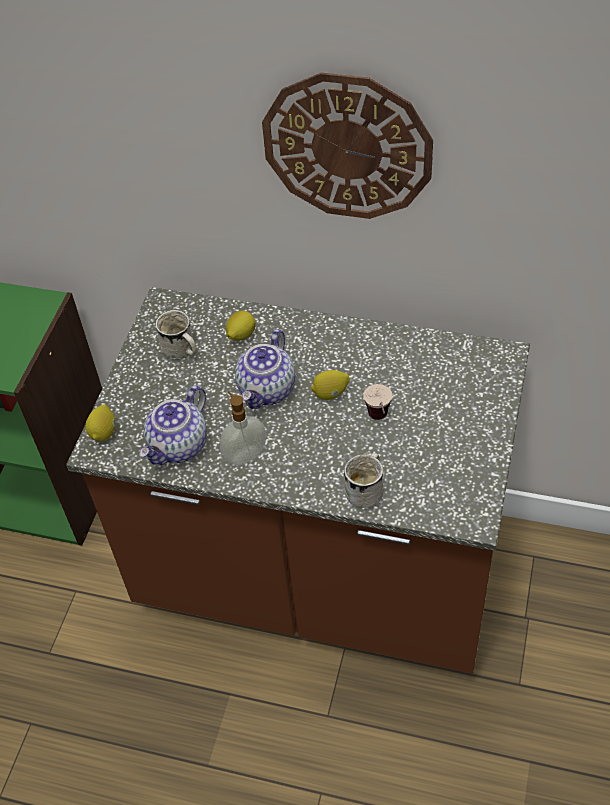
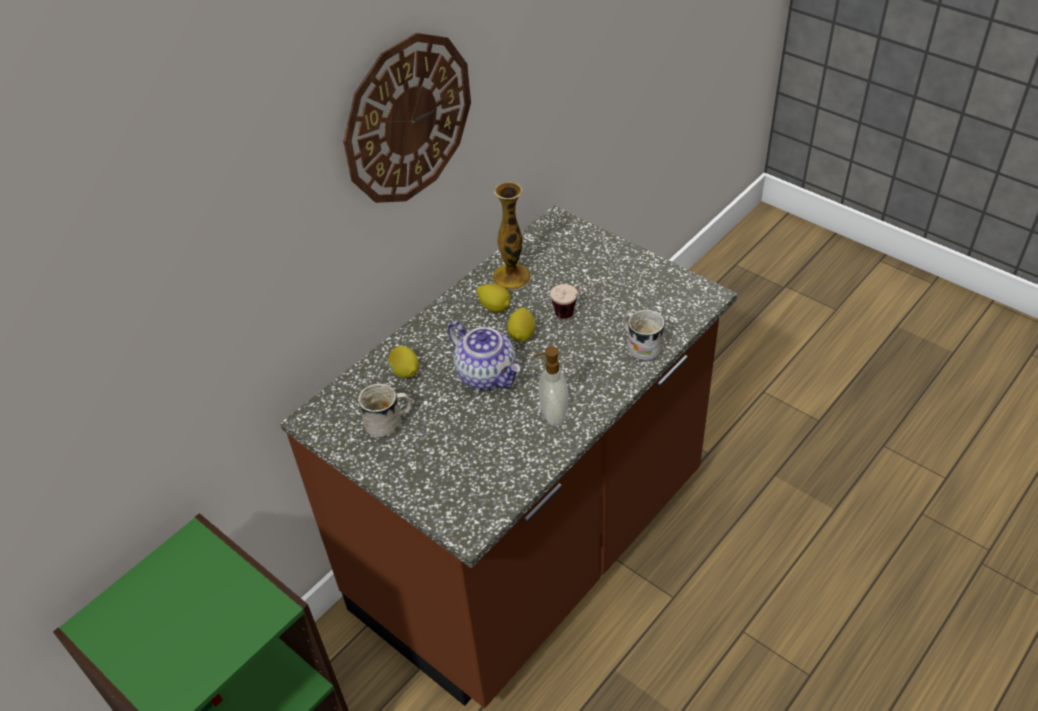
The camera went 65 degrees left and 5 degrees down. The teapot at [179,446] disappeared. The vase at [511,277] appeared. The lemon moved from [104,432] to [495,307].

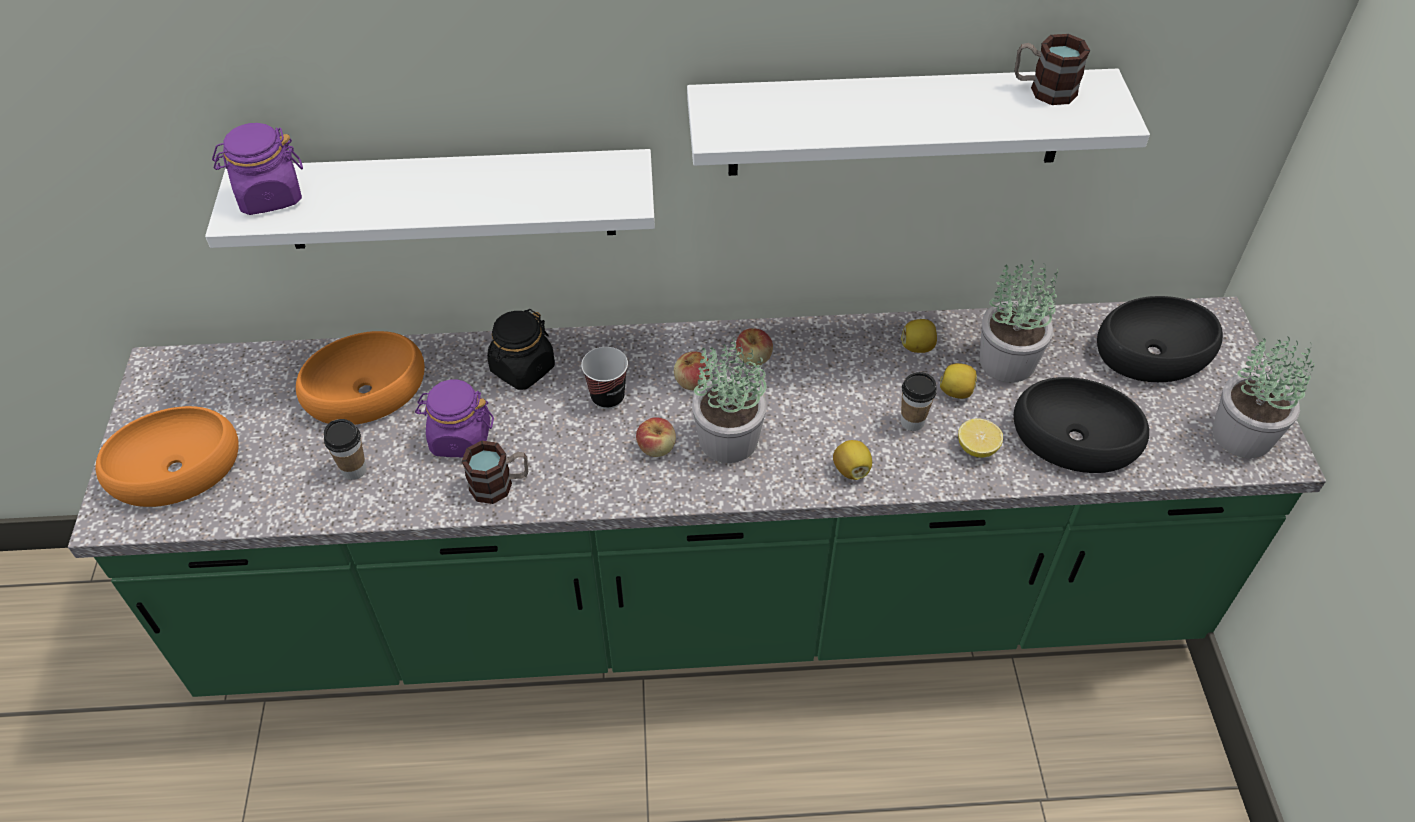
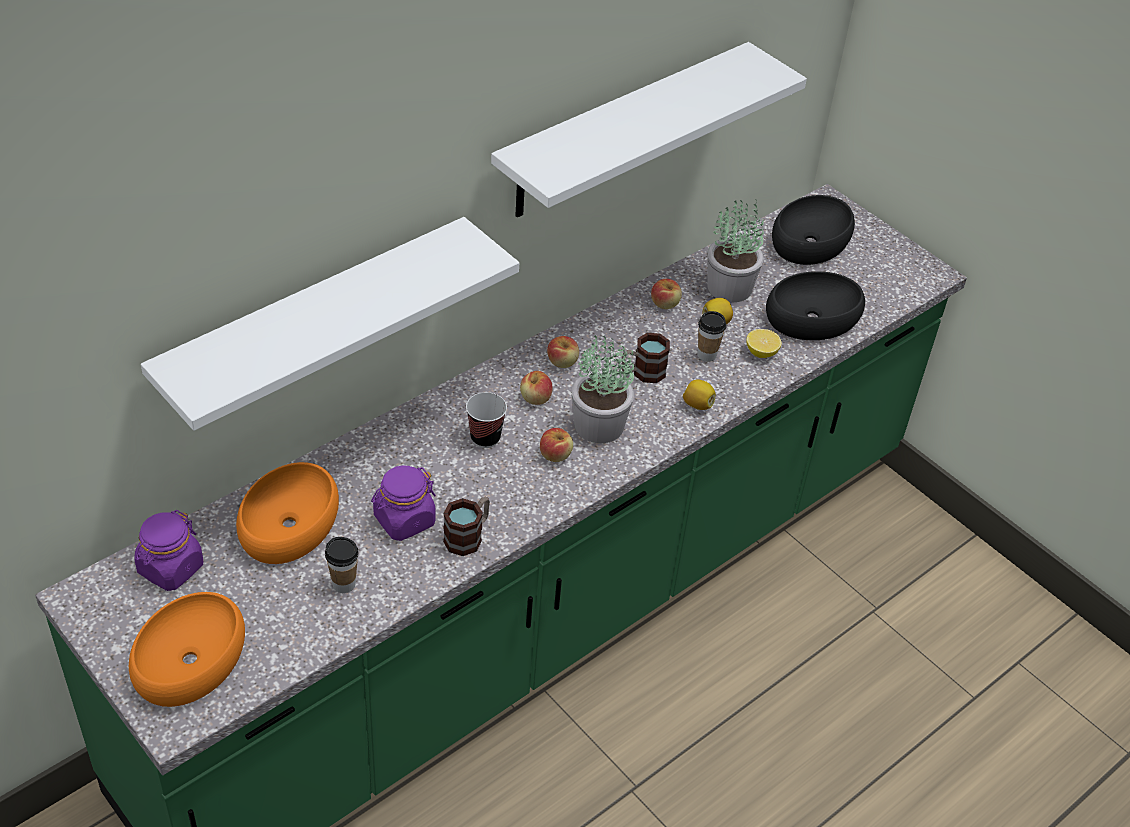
The camera went 40 degrees left and 5 degrees down. The black jar at [522,369] disappeared. The potted plant at [1243,436] disappeared. The purple jar moved from [269,196] to [170,569]. The mug moved from [1043,89] to [642,373]. The lemon at [918,347] was replaced by the apple at [665,303].

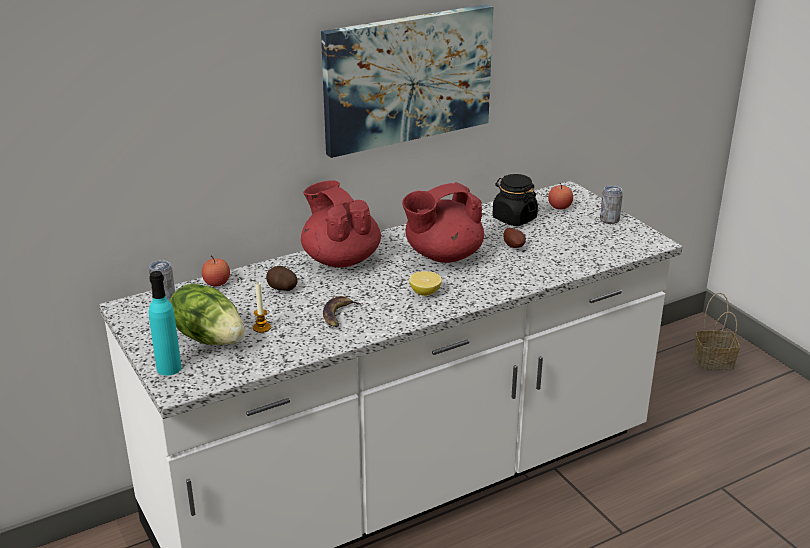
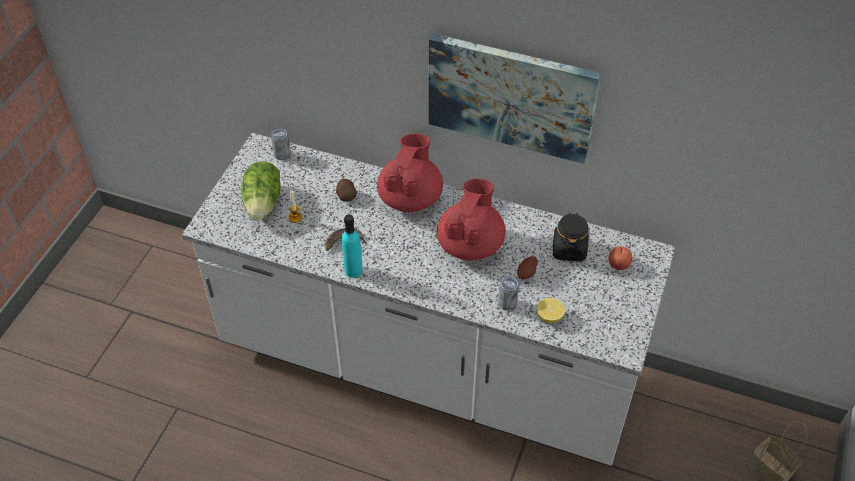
The camera went 50 degrees right and 20 degrees up. The apple at [217,283] disappeared. The turquoise bottle moved from [169,368] to [353,270]. The lemon moved from [425,292] to [549,316]. The can moved from [609,220] to [507,303]. The red teapot at [442,255] turned 90 degrees clockwise.

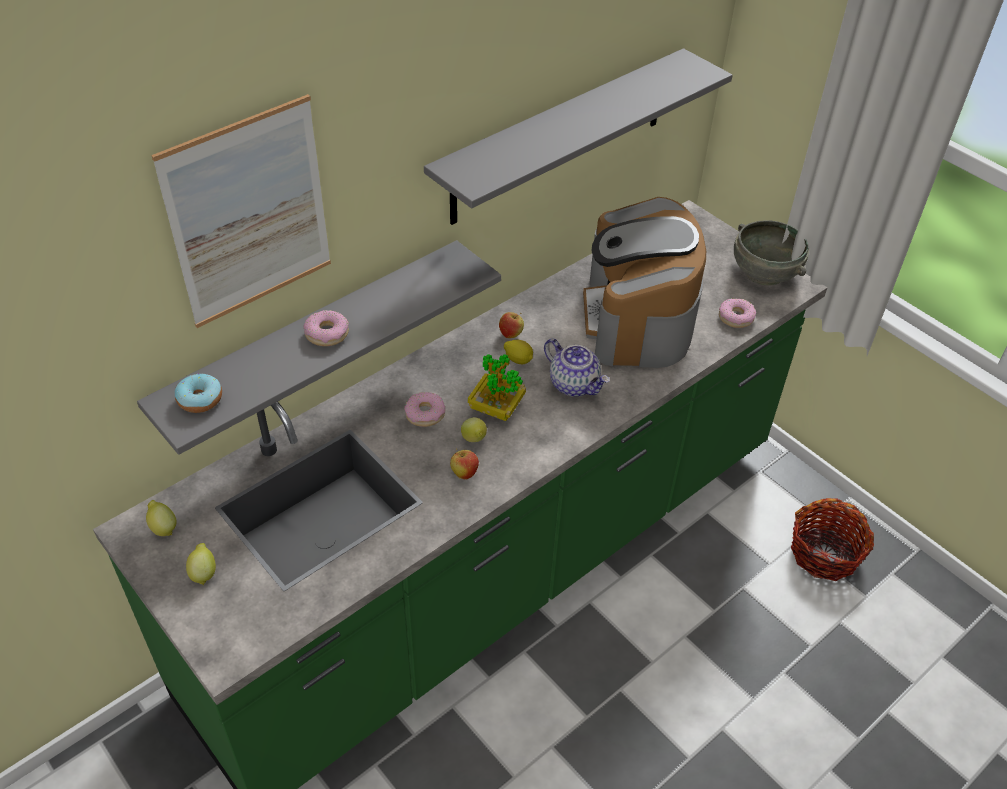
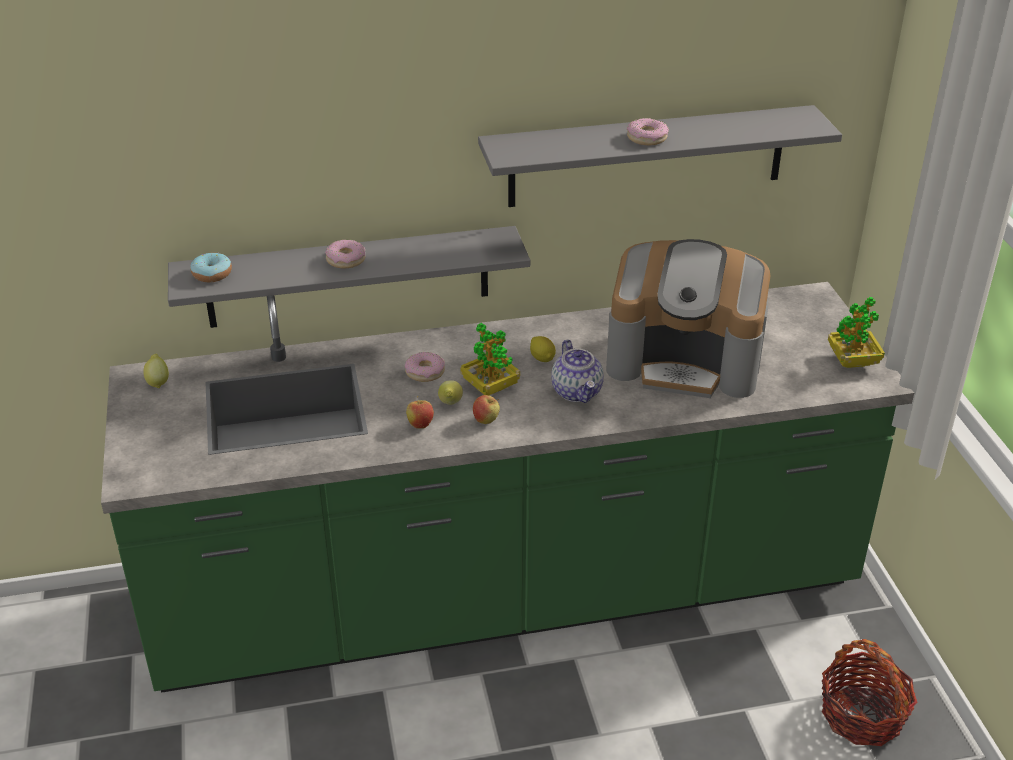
The camera went 30 degrees right and 10 degrees down. The picture at [249,214] disappeared. The lemon at [204,573] disappeared. The apple moved from [511,334] to [486,421]. The donut moved from [735,317] to [647,138]. The grey bowl at [763,273] was replaced by the potted plant at [852,361]. The coffee machine at [638,318] turned 105 degrees counterclockwise.

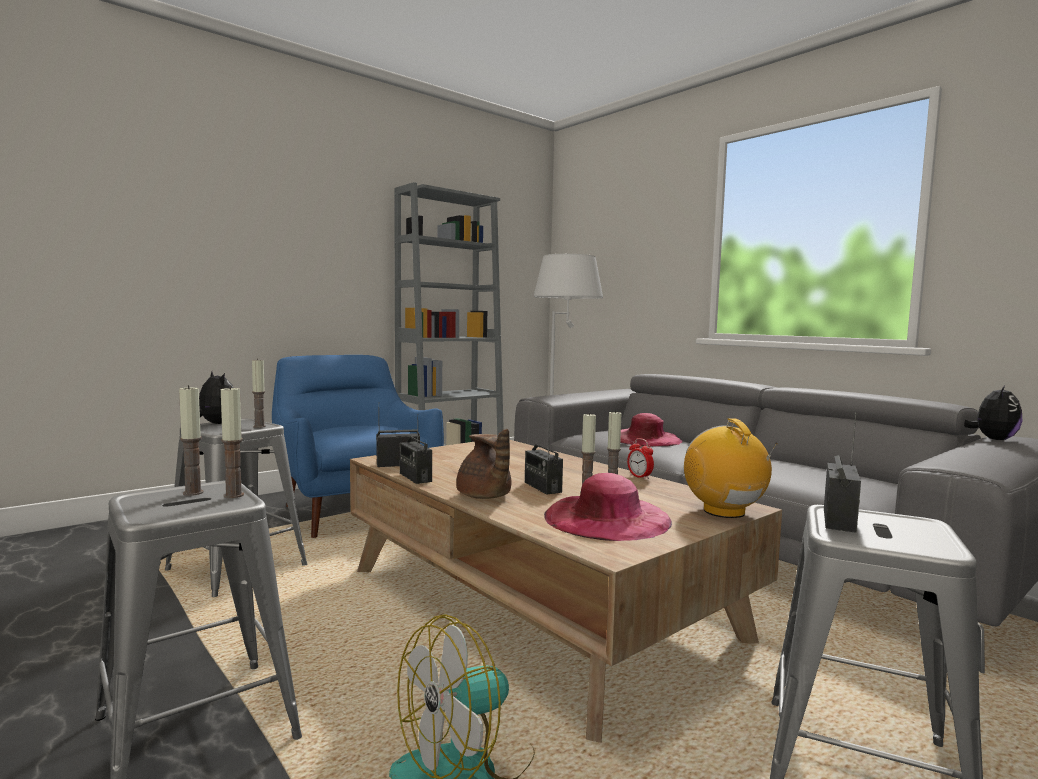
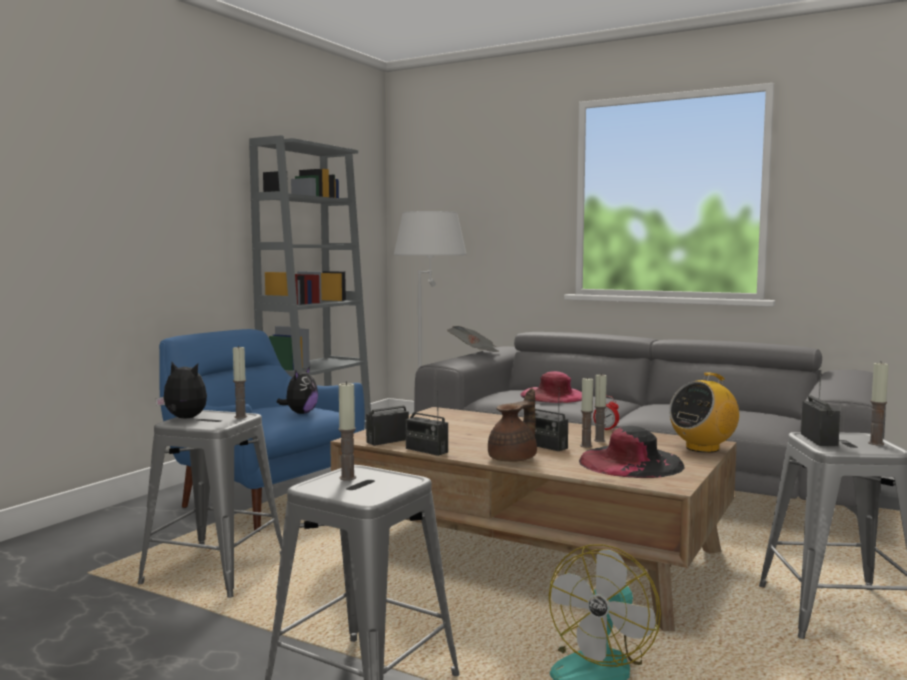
The camera went 20 degrees left and 0 degrees up. The newspaper at [474,353] appeared. The candle moved from [233,495] to [875,443]. The plush toy moved from [993,439] to [300,413]. The pink hat at [607,518] became the black hat at [631,463]. The brown teapot at [484,496] turned 90 degrees counterclockwise. The radio at [724,512] turned 90 degrees counterclockwise.

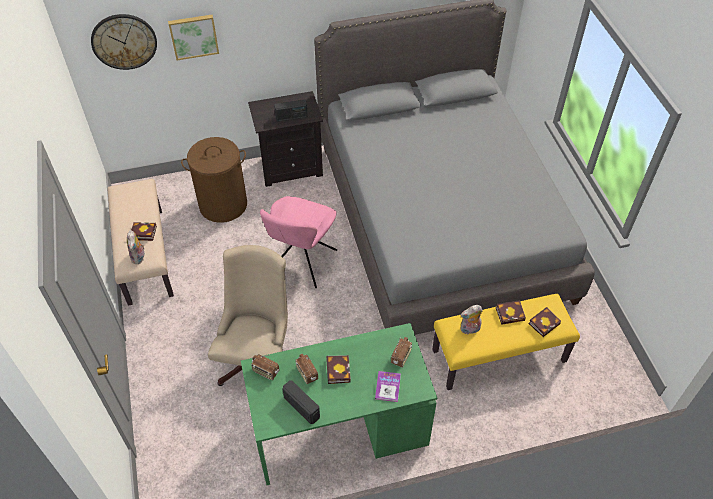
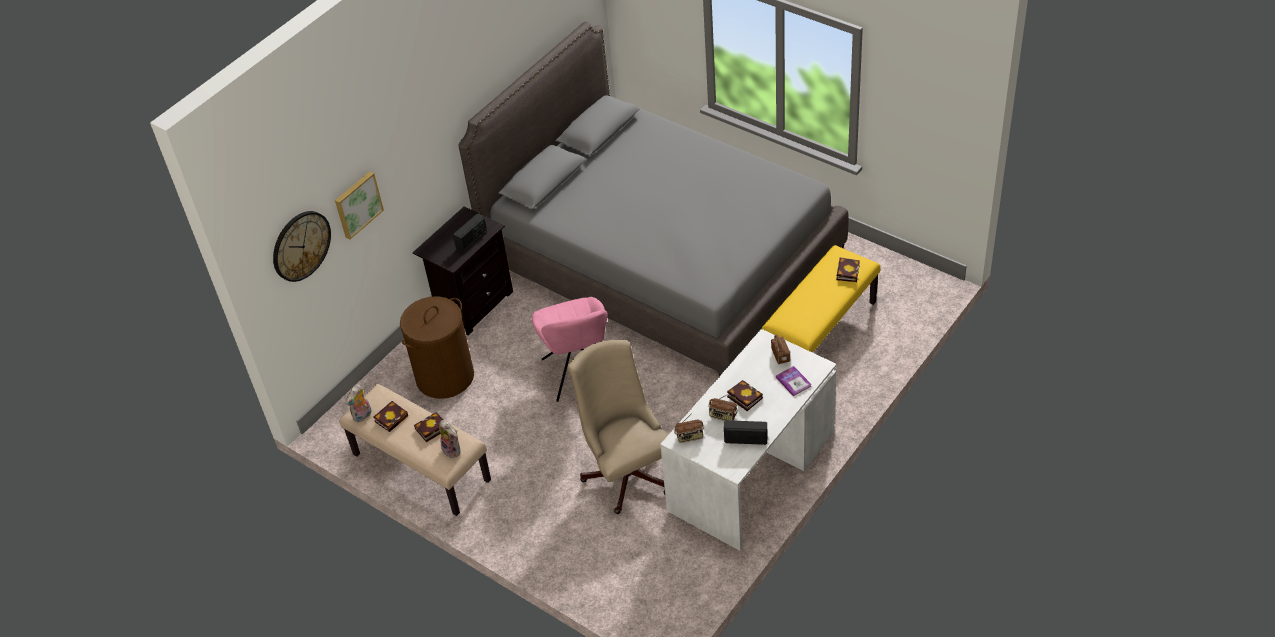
The camera went 35 degrees left and 5 degrees down. The plush toy moved from [470,330] to [362,416]. The book moved from [511,313] to [392,417]. The green desk at [338,429] became the white desk at [752,473].

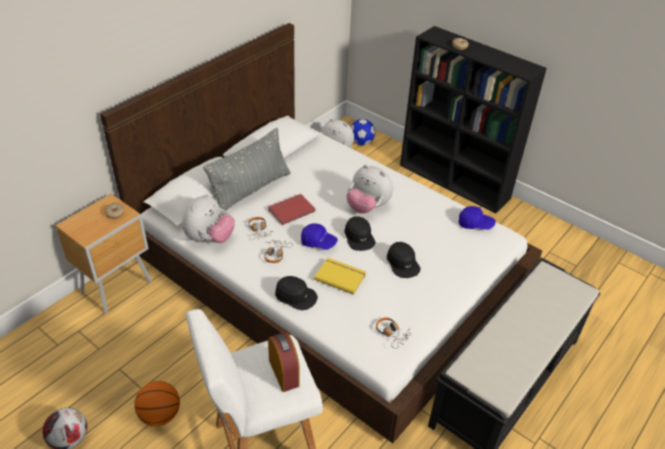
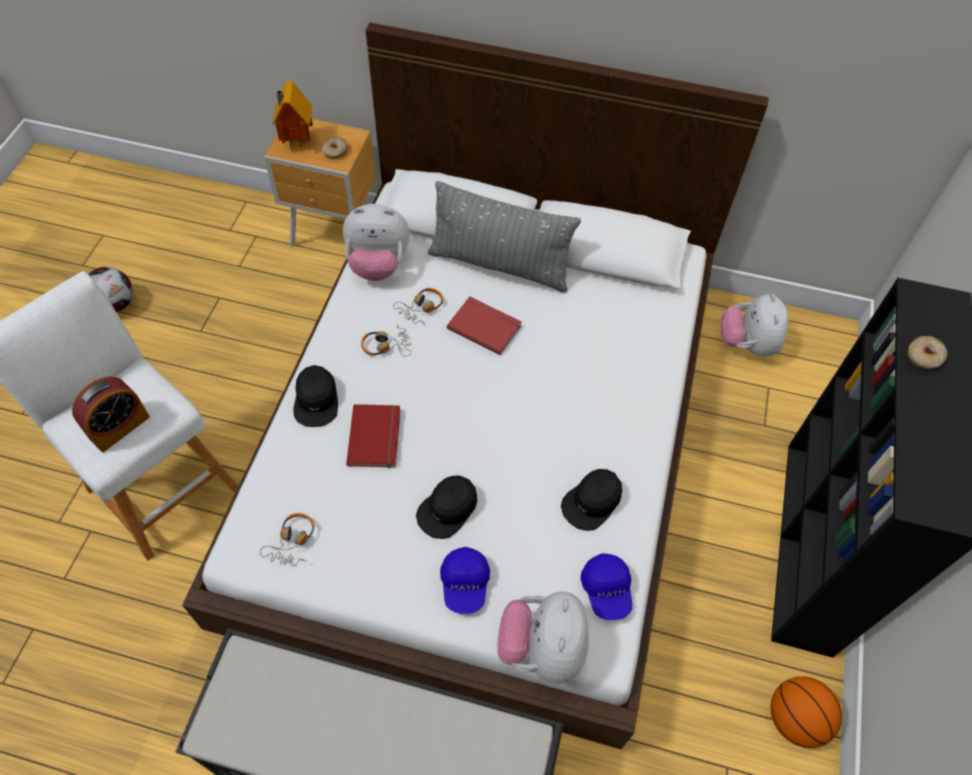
The camera went 65 degrees right and 15 degrees up. The football at [361,142] disappeared. The toy house at [296,144] appeared. The basketball moved from [160,415] to [794,719]. The blue cap moved from [318,242] to [465,584]. The black cap moved from [359,237] to [592,502]. The plush toy moved from [367,207] to [542,648]. The yellow book at [340,276] became the red book at [376,437].

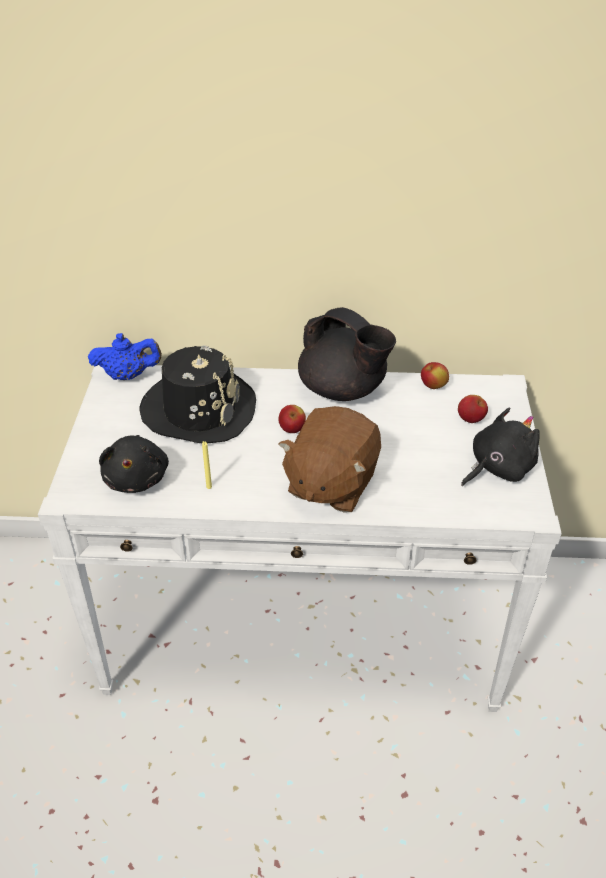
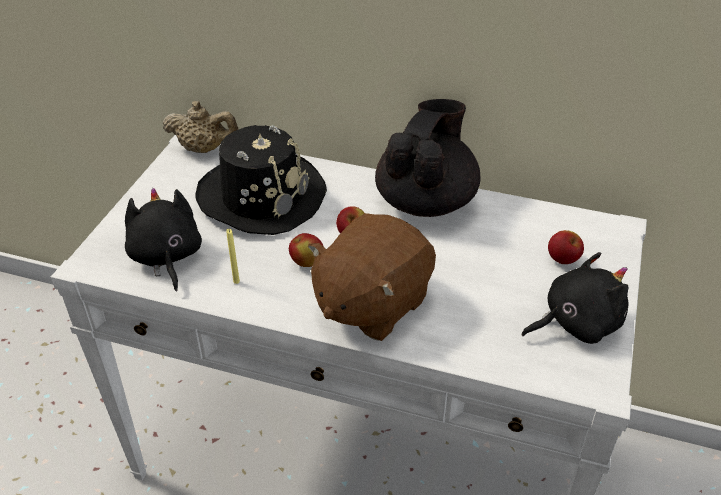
The camera went 15 degrees right and 0 degrees up. The apple moved from [433,386] to [307,263]. The blue teapot at [128,376] became the beige teapot at [204,149]. The black plush toy at [137,478] turned 150 degrees clockwise. The black teapot at [343,390] turned 120 degrees counterclockwise.

